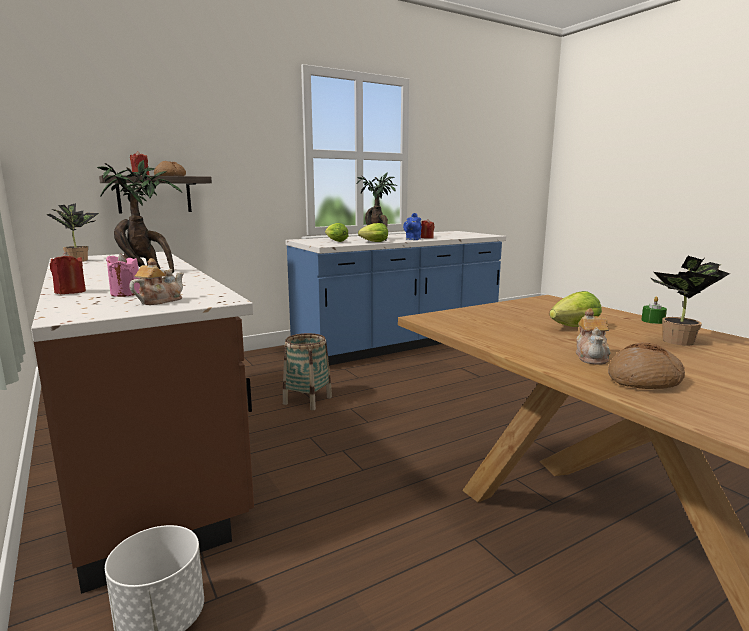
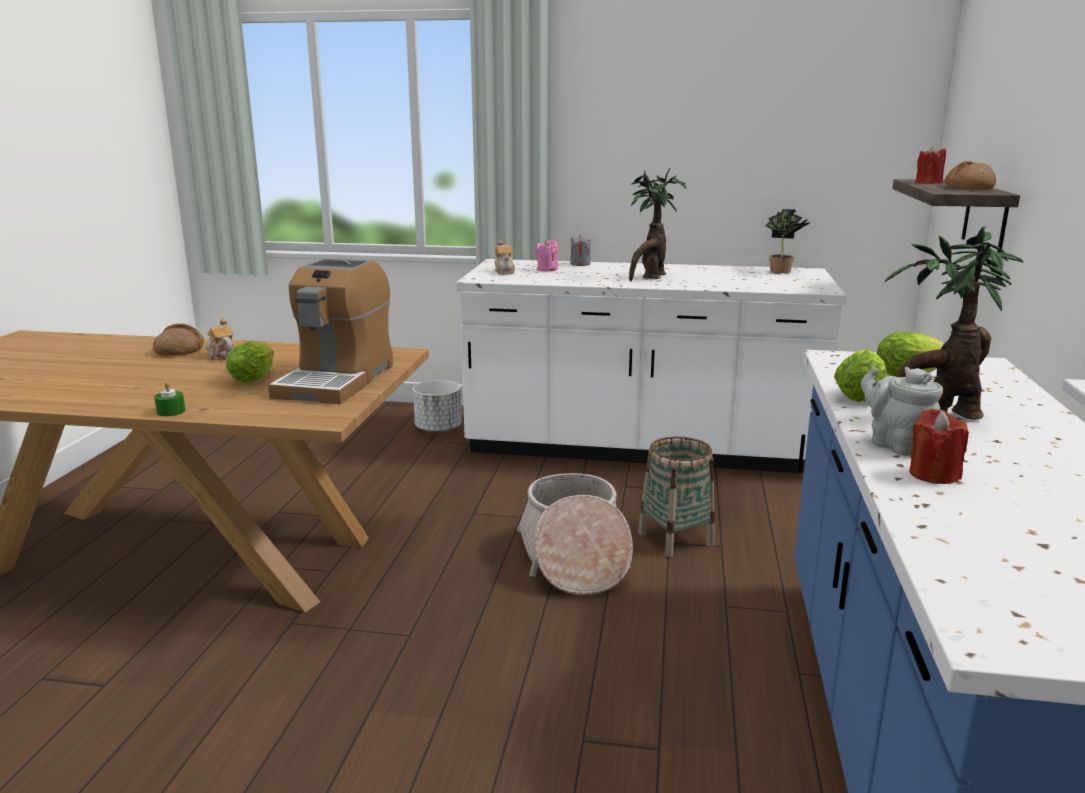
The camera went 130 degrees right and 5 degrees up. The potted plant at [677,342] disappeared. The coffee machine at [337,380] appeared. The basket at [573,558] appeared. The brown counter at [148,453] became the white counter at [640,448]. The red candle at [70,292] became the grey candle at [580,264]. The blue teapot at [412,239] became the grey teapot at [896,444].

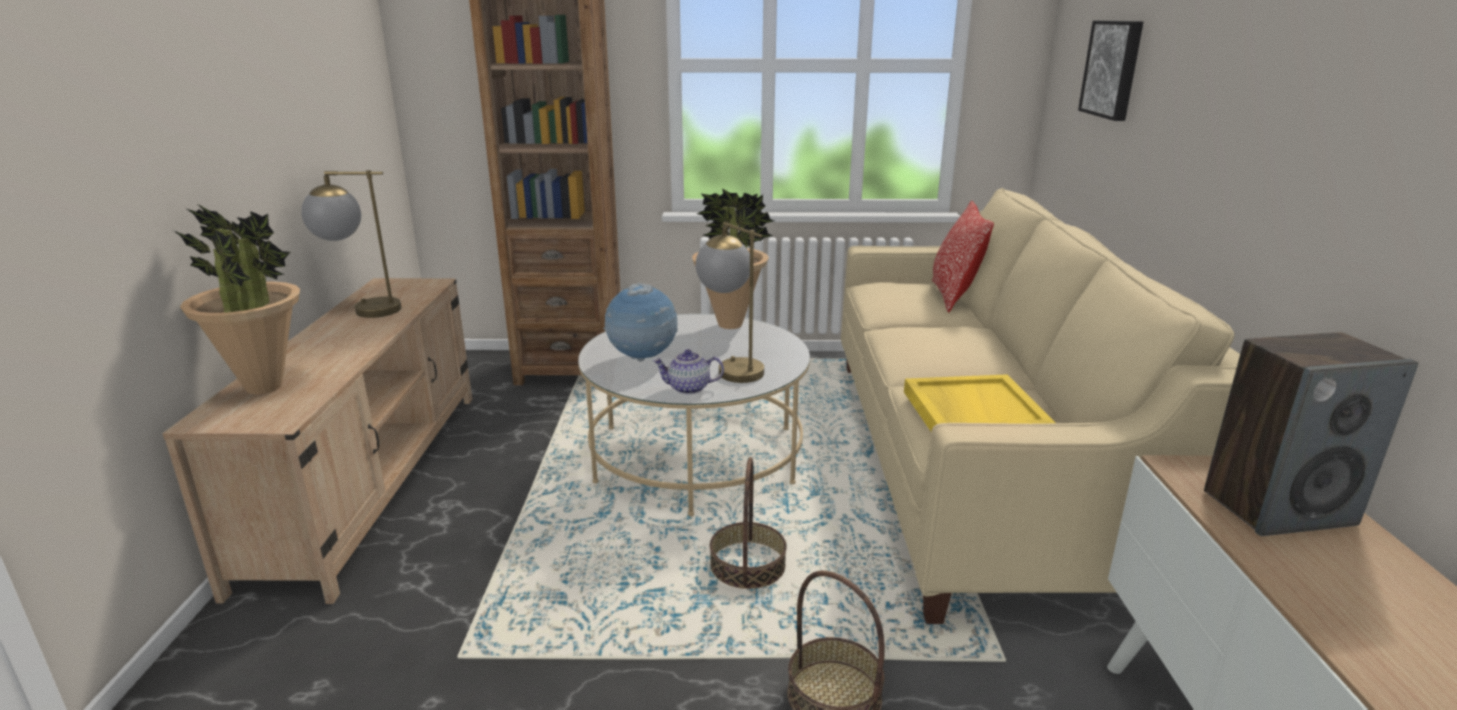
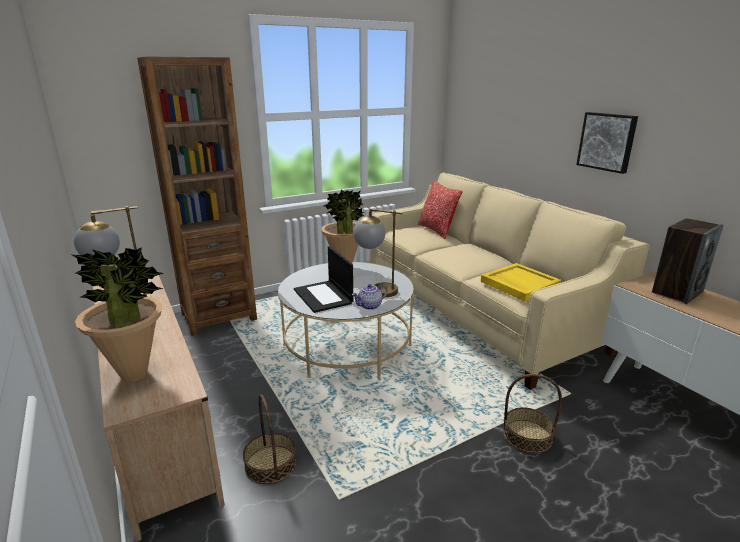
The camera went 30 degrees left and 0 degrees up. The basket moved from [747,566] to [270,464]. The picture moved from [1113,69] to [607,141]. The globe at [643,359] was replaced by the laptop at [324,296].

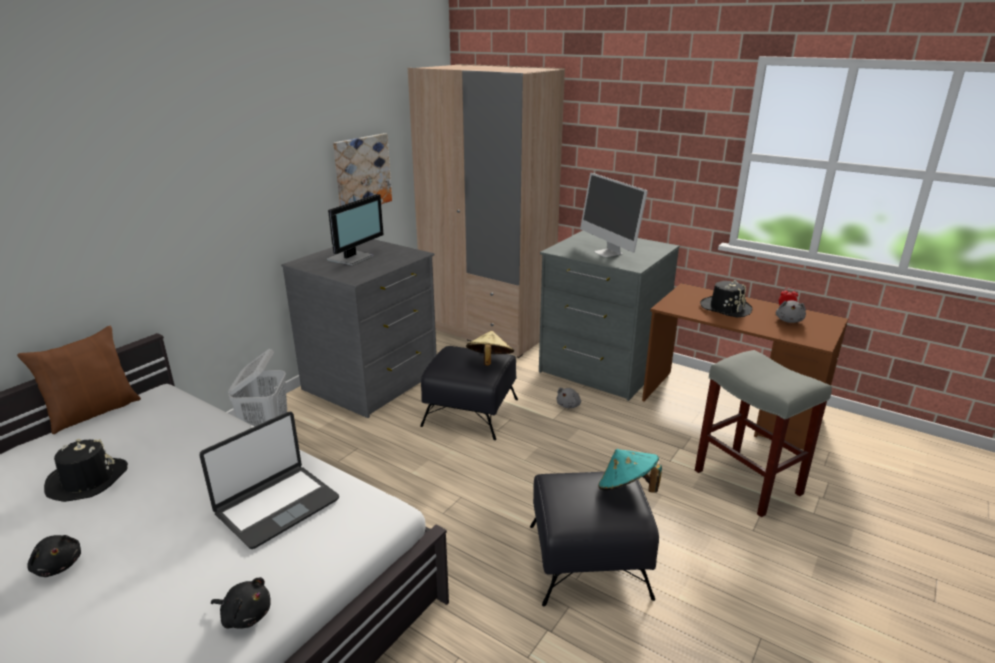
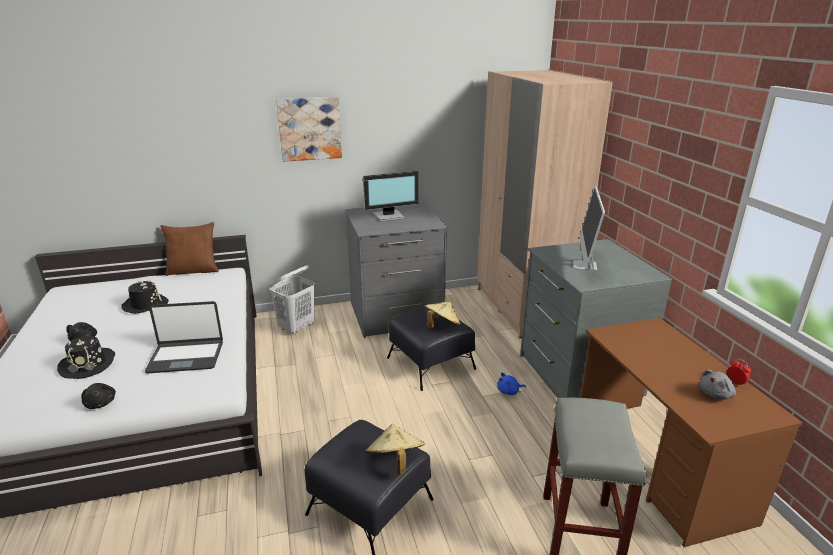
The camera went 40 degrees right and 0 degrees up. The picture moved from [362,173] to [309,129]. The black hat moved from [725,308] to [88,364]. The grey plush toy at [569,405] became the blue plush toy at [509,391]. The turquoise hat at [626,489] became the beige hat at [395,462].

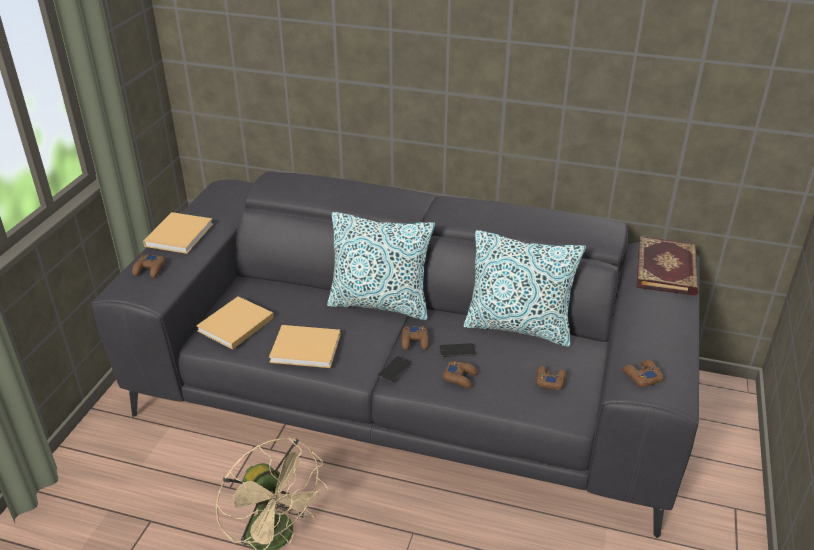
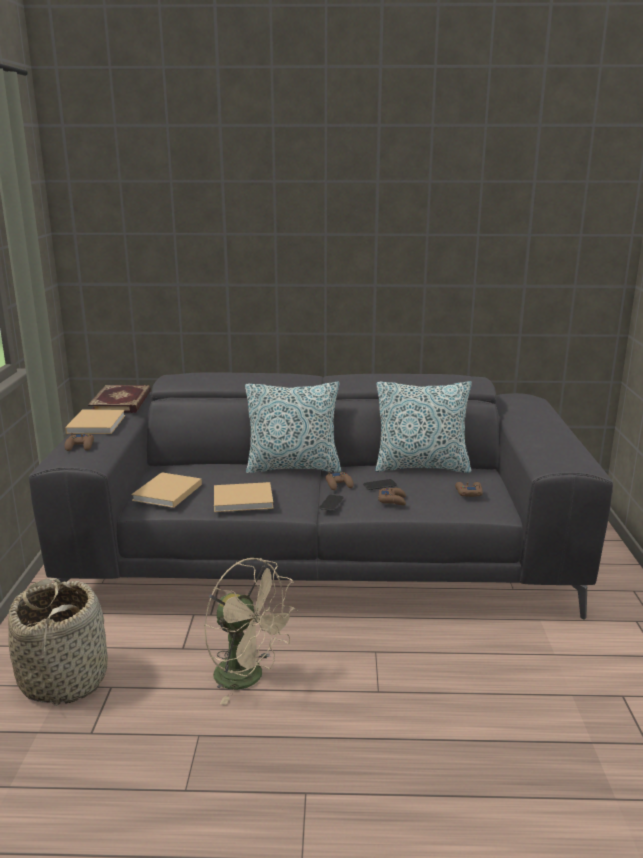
The camera went 15 degrees left and 15 degrees down. The brown game controller at [642,376] disappeared. The basket at [64,678] appeared. The book moved from [667,269] to [122,402].

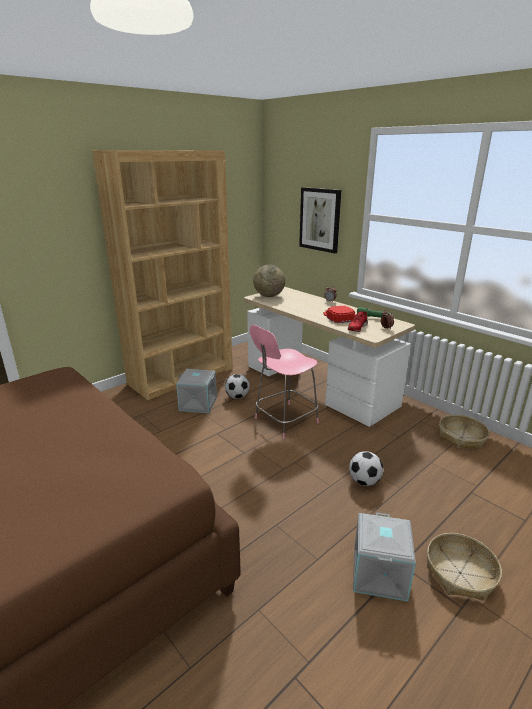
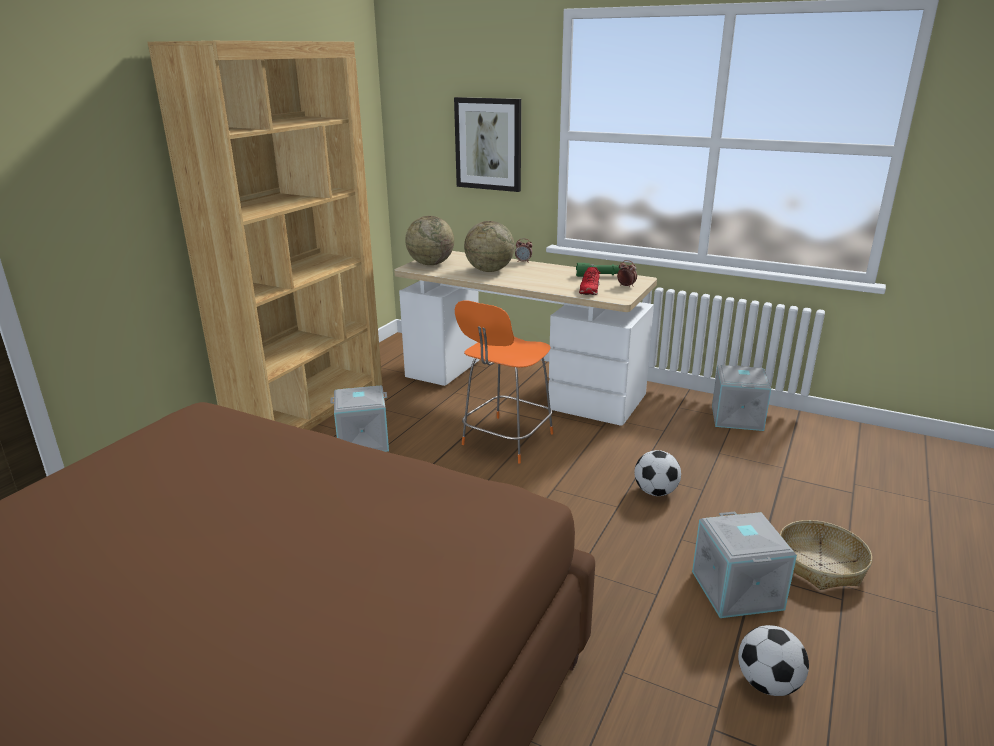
The camera went 20 degrees left and 0 degrees up. The red cap at [338,317] disappeared. The globe at [489,270] appeared. The football moved from [237,397] to [768,683]. The basket at [461,437] was replaced by the grey storage box at [735,417]. The pink chair at [284,421] became the orange chair at [505,440].

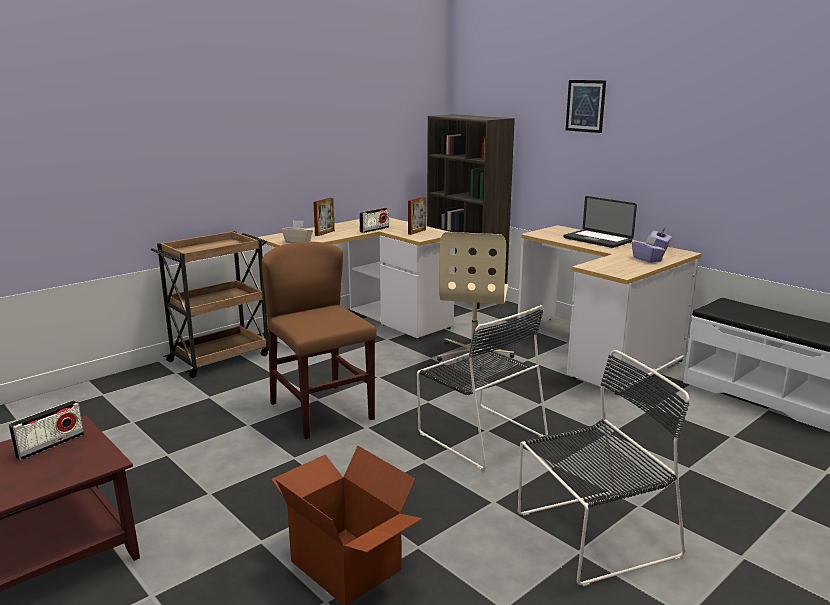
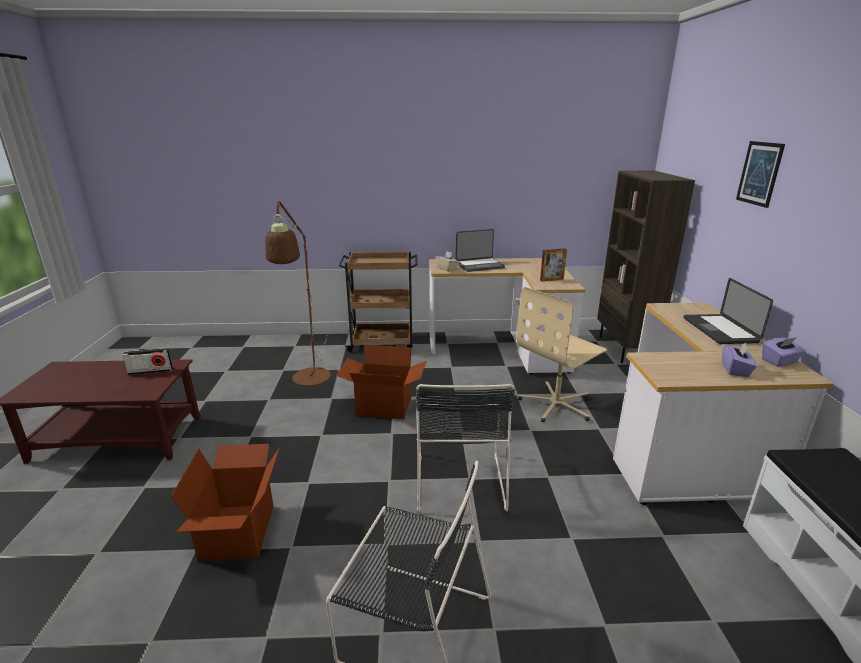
The camera went 40 degrees right and 5 degrees up. The radio at [374,229] disappeared. The brown floor lamp at [310,381] appeared. The brown chair at [321,411] was replaced by the cardboard box at [384,407]. The picture frame at [324,233] was replaced by the laptop at [479,265].

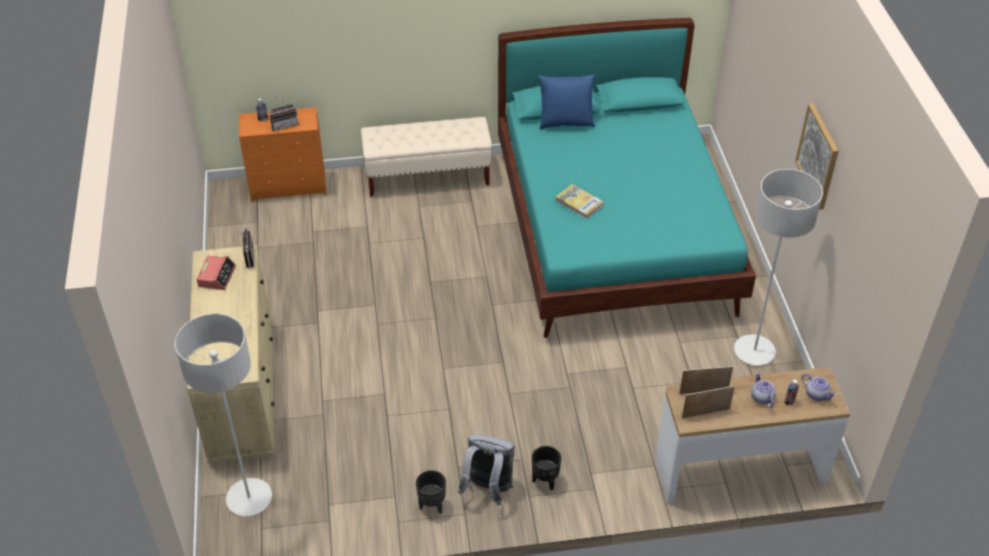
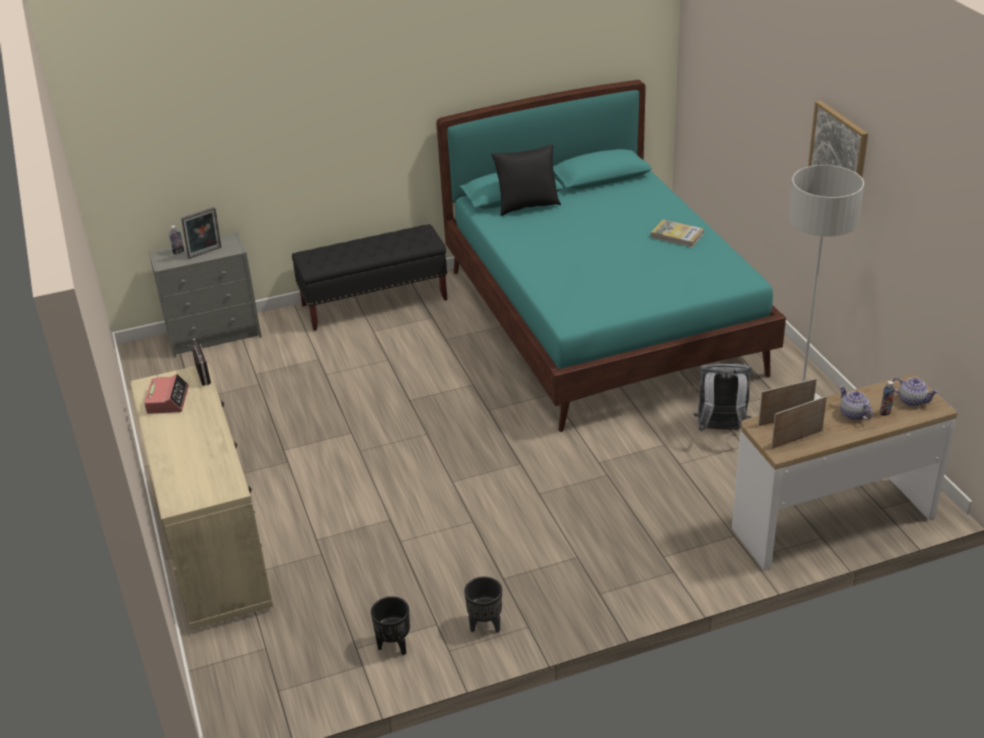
The camera went 10 degrees left and 10 degrees down. The grey floor lamp at [249,498] disappeared. The grey backpack moved from [488,489] to [720,430]. The black planter moved from [544,480] to [393,645]. The book moved from [579,203] to [677,235]. The radio at [284,124] was replaced by the picture frame at [205,253]. The orange dresser at [289,186] became the grey dresser at [216,336]. The beige bench at [428,177] became the black bench at [375,303]. The blue pillow at [565,122] became the black pillow at [527,206].

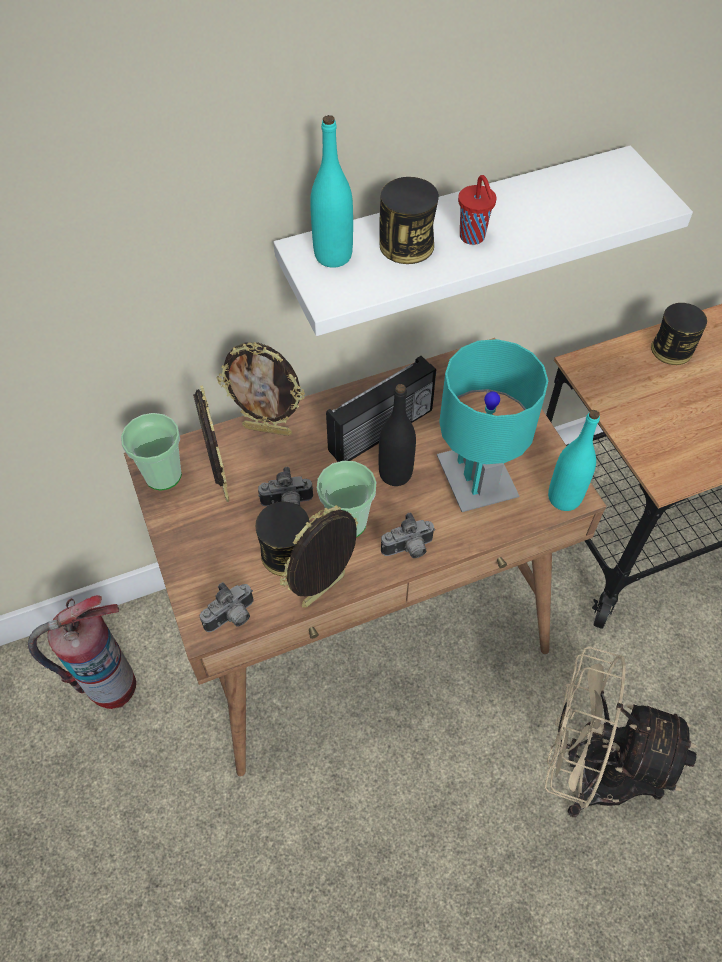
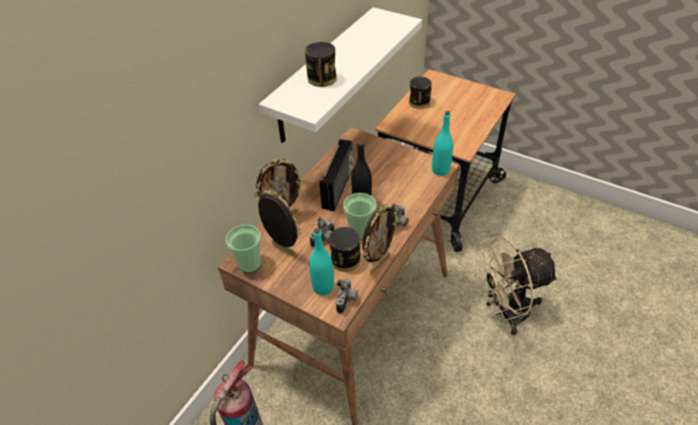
The camera went 35 degrees left and 10 degrees down. The turquoise table lamp at [475,480] disappeared. The red cup at [473,238] disappeared. The turquoise bottle moved from [333,256] to [323,287]. The picture frame at [325,592] turned 150 degrees counterclockwise.

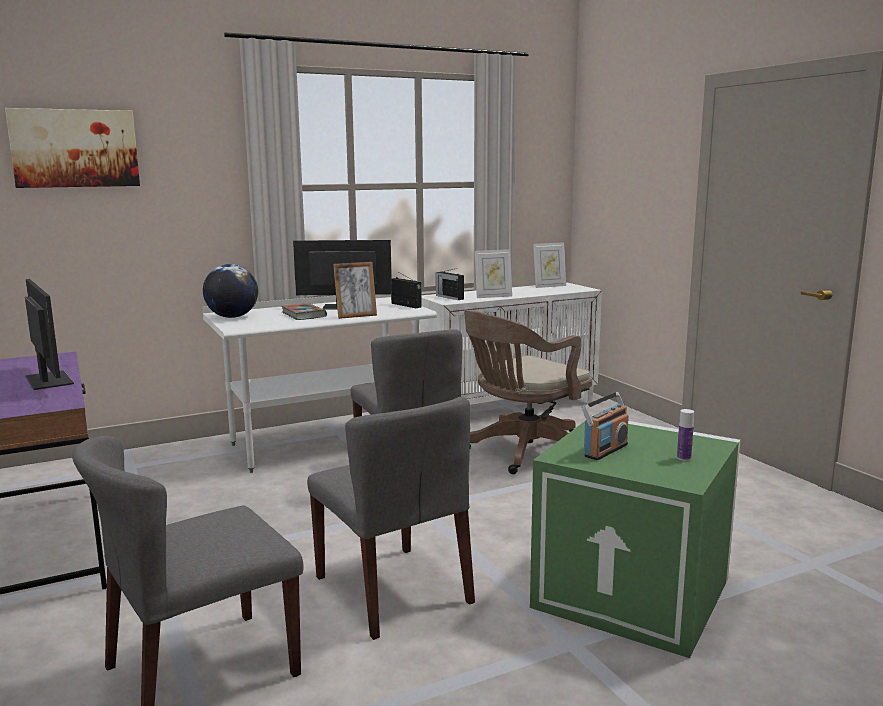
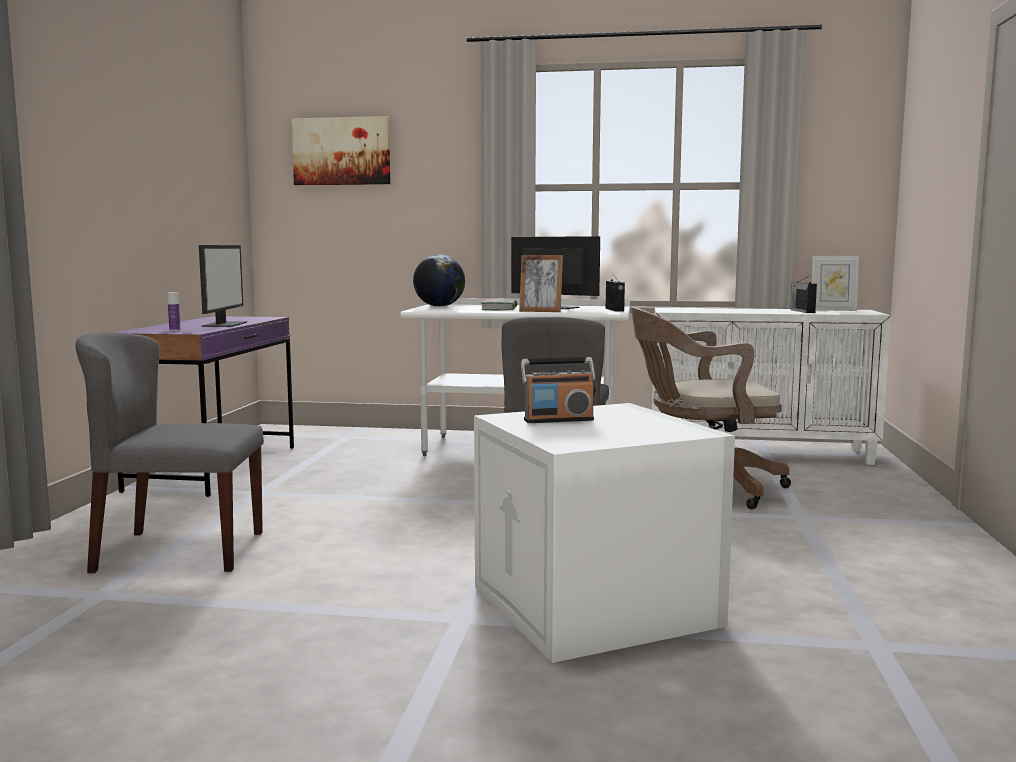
The camera went 35 degrees right and 5 degrees down. The grey chair at [394,590] disappeared. The picture frame at [493,296] disappeared. The radio moved from [449,297] to [802,311]. The bottle moved from [683,458] to [175,330]. The green storage box at [635,592] became the white storage box at [598,606].

